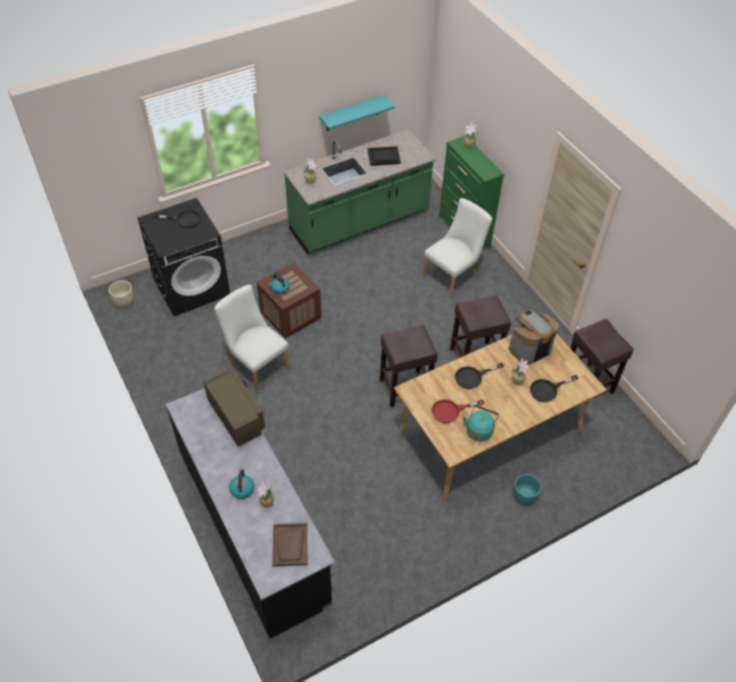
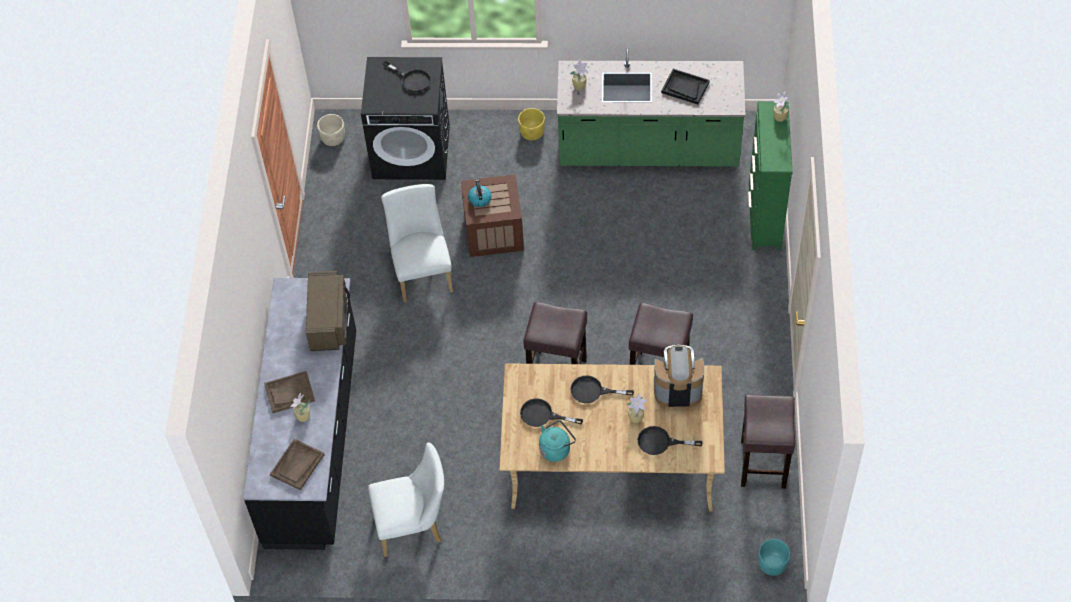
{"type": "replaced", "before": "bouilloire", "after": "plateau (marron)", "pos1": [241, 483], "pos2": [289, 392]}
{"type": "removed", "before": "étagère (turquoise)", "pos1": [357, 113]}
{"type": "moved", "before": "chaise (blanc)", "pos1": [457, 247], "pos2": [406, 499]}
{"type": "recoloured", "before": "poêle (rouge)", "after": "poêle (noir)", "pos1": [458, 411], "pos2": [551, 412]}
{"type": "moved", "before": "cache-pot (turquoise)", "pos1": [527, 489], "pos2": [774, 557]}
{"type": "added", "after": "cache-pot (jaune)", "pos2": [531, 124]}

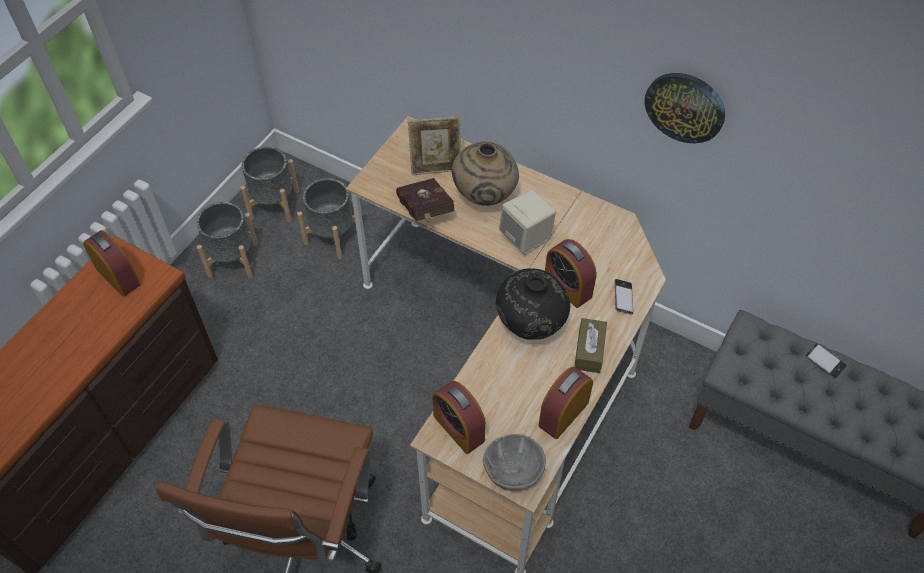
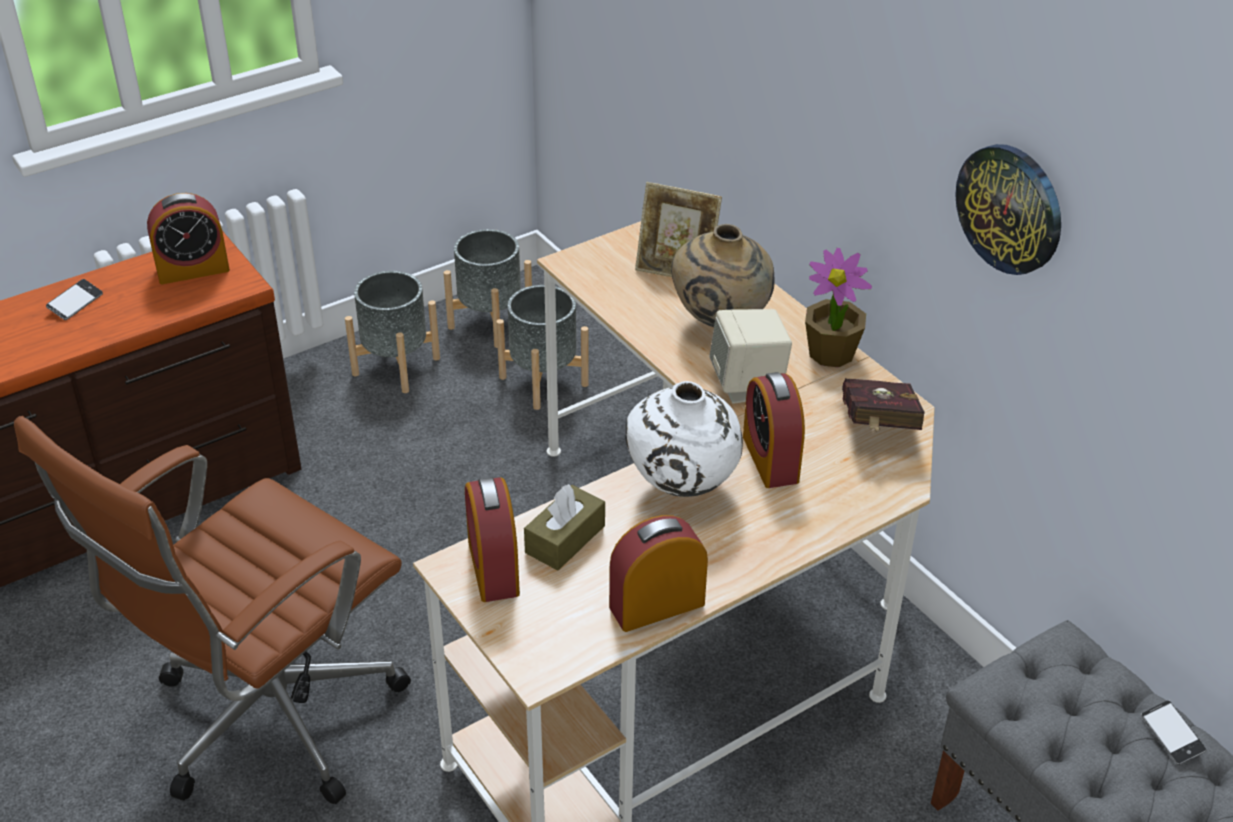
{"type": "turned", "before": "réveil", "pos1": [112, 263], "pos2": [188, 238], "turn": 90}
{"type": "moved", "before": "livre (rouge)", "pos1": [425, 200], "pos2": [883, 404]}
{"type": "removed", "before": "bol (gris)", "pos1": [514, 462]}
{"type": "recoloured", "before": "vase (noir)", "after": "vase (blanc)", "pos1": [533, 304], "pos2": [684, 439]}
{"type": "moved", "before": "boîte à mouchoirs (marron)", "pos1": [590, 345], "pos2": [564, 527]}
{"type": "moved", "before": "téléphone", "pos1": [623, 297], "pos2": [74, 299]}
{"type": "added", "after": "plante en pot", "pos2": [838, 307]}

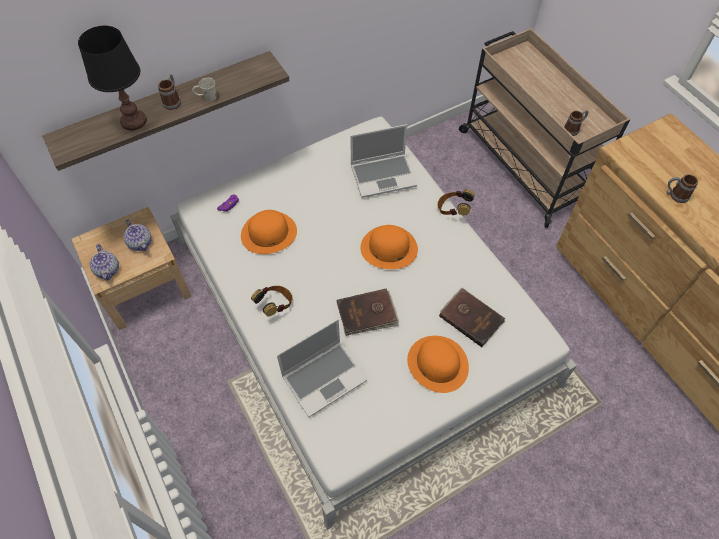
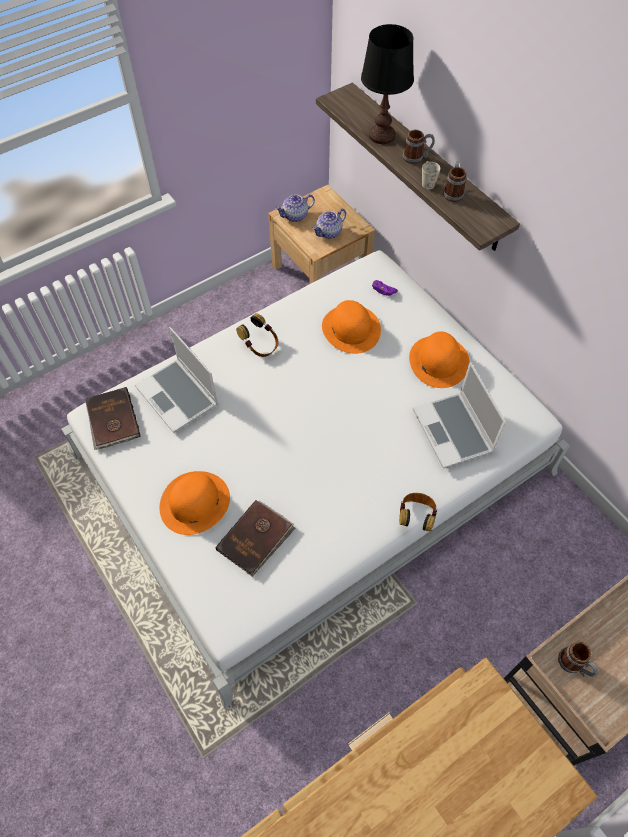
{"type": "moved", "before": "livre (marron)", "pos1": [368, 312], "pos2": [112, 418]}
{"type": "moved", "before": "chapeau (orange)", "pos1": [389, 247], "pos2": [439, 359]}
{"type": "moved", "before": "mug", "pos1": [682, 188], "pos2": [455, 181]}

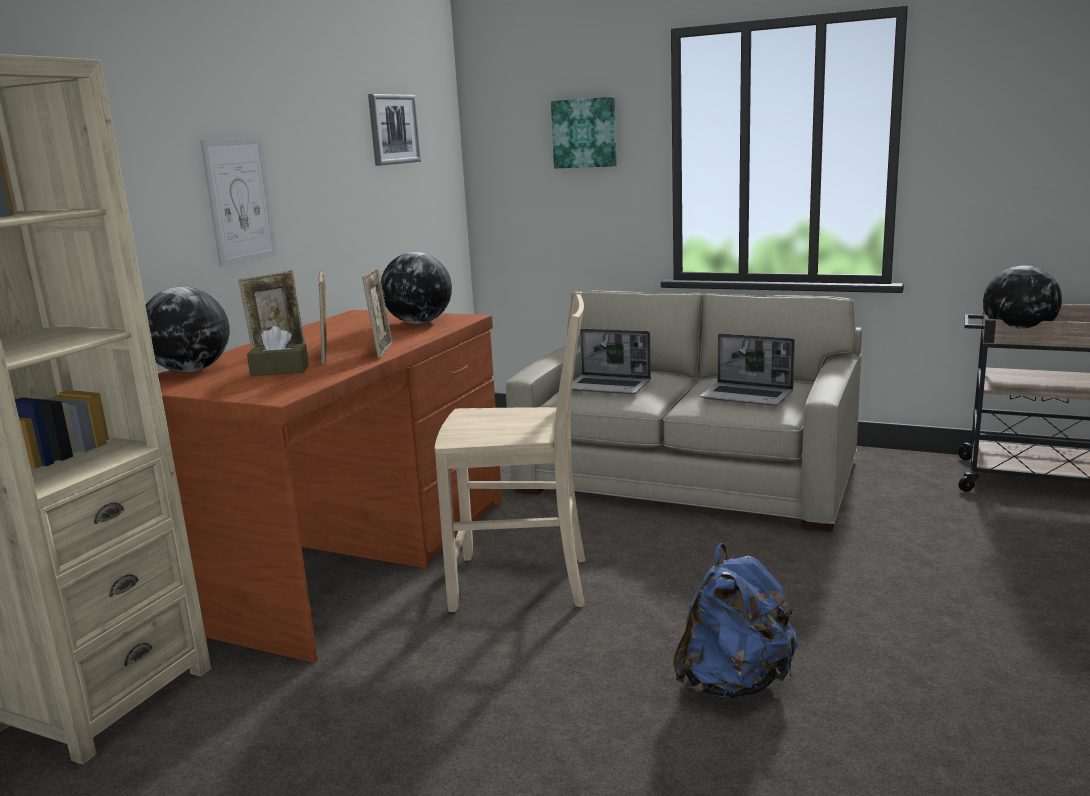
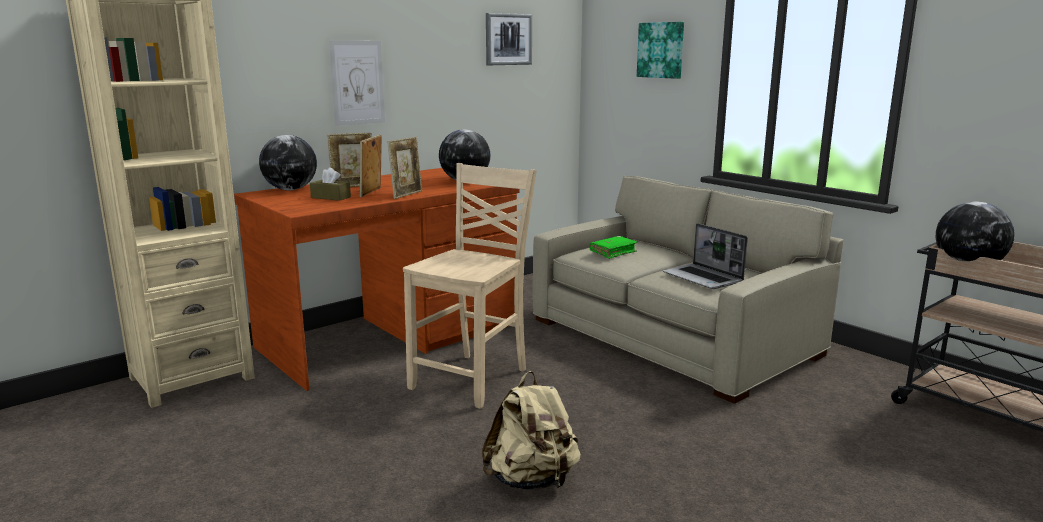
{"type": "turned", "before": "chaise (beige)", "pos1": [510, 452], "pos2": [470, 286], "turn": -90}
{"type": "replaced", "before": "ordinateur portable", "after": "livre (vert)", "pos1": [611, 361], "pos2": [613, 247]}
{"type": "recoloured", "before": "sac à dos (bleu)", "after": "sac à dos (beige)", "pos1": [735, 620], "pos2": [531, 430]}

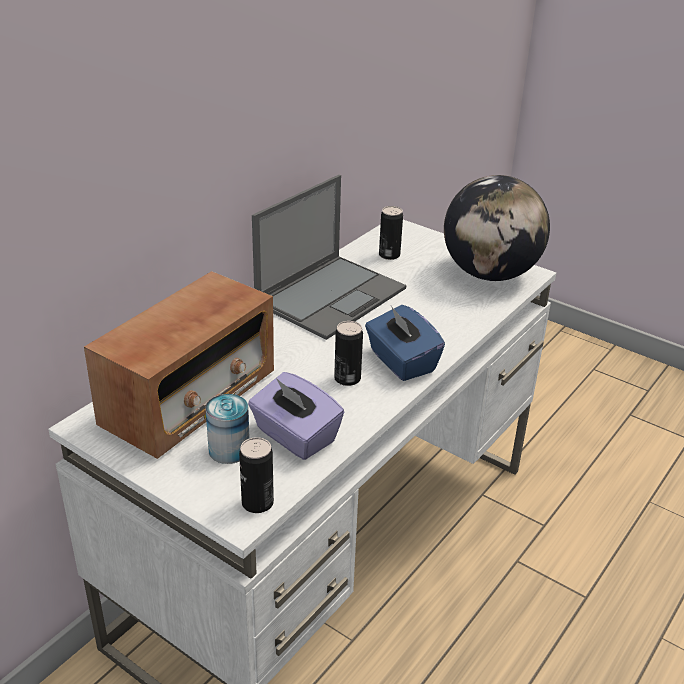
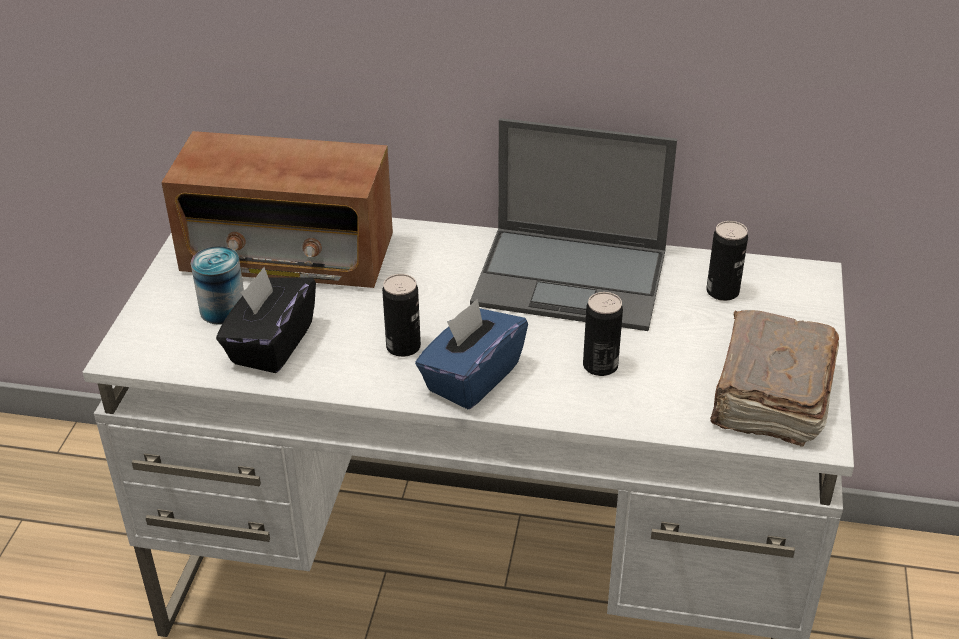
{"type": "moved", "before": "boîte métallique", "pos1": [256, 475], "pos2": [603, 334]}
{"type": "recoloured", "before": "boîte à mouchoirs (violet)", "after": "boîte à mouchoirs (noir)", "pos1": [296, 416], "pos2": [266, 320]}
{"type": "replaced", "before": "globe", "after": "livre (marron)", "pos1": [497, 228], "pos2": [774, 378]}

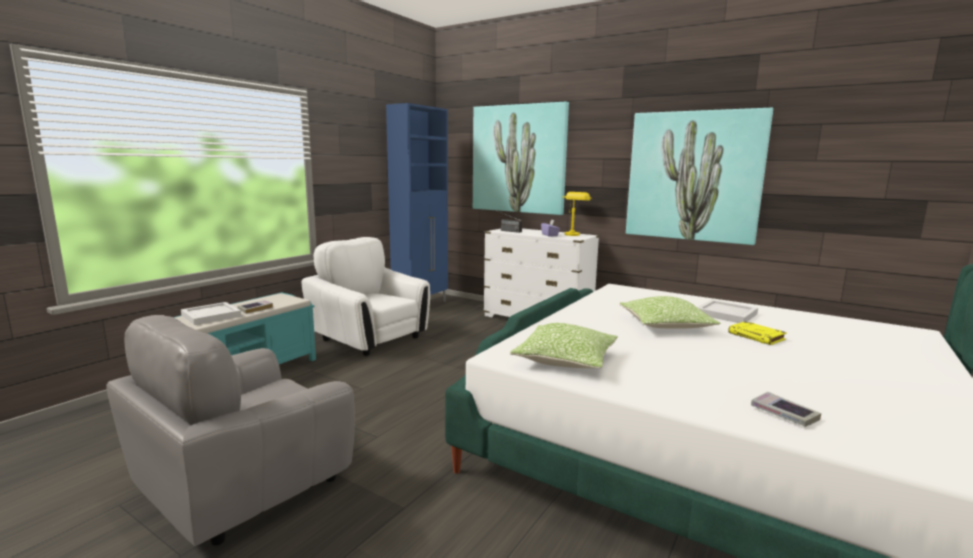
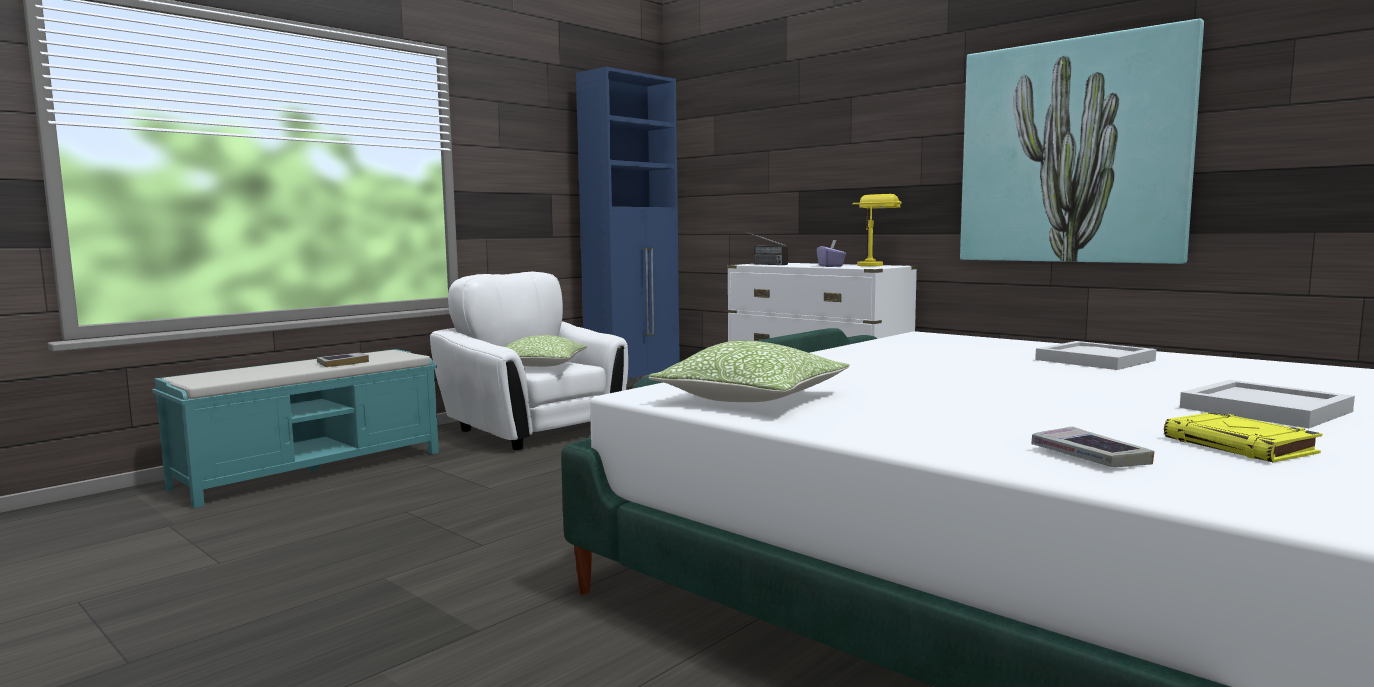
{"type": "removed", "before": "fauteuil (gris)", "pos1": [230, 430]}
{"type": "moved", "before": "plateau (blanc)", "pos1": [211, 313], "pos2": [1267, 404]}
{"type": "removed", "before": "tableau", "pos1": [521, 158]}
{"type": "moved", "before": "coussin", "pos1": [670, 312], "pos2": [546, 351]}
{"type": "moved", "before": "livre (jaune)", "pos1": [757, 333], "pos2": [1243, 437]}

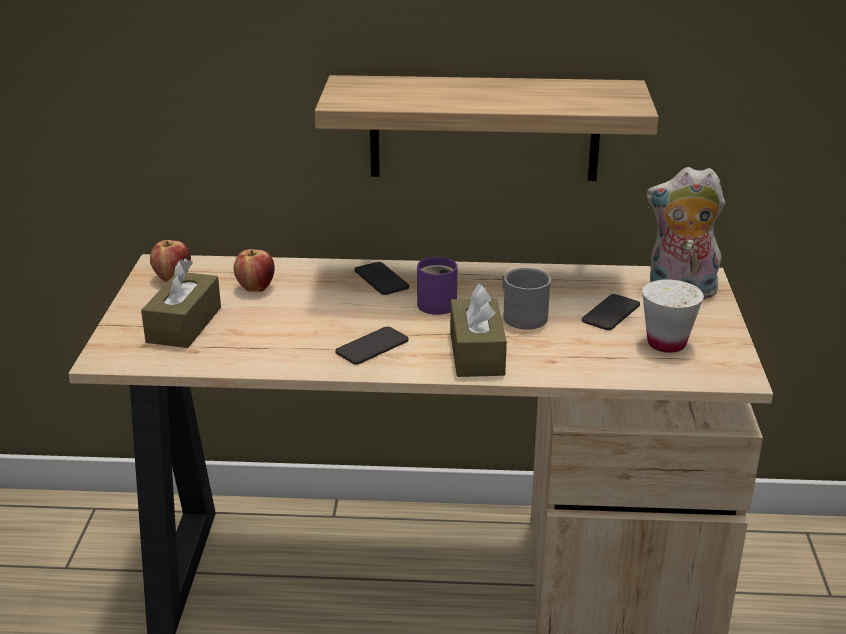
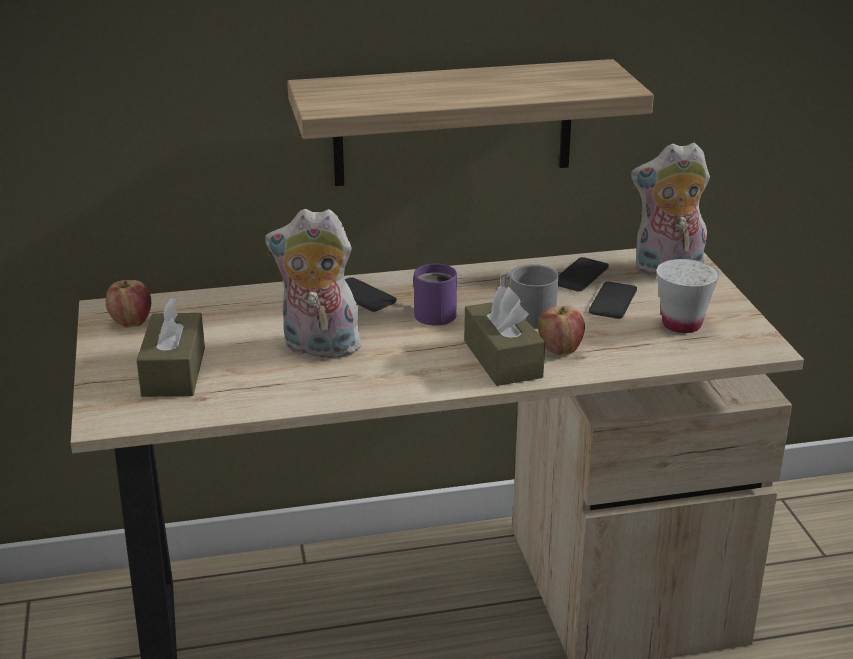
{"type": "moved", "before": "pomme", "pos1": [254, 270], "pos2": [561, 330]}
{"type": "moved", "before": "téléphone", "pos1": [371, 346], "pos2": [583, 274]}
{"type": "added", "after": "peluche", "pos2": [314, 283]}

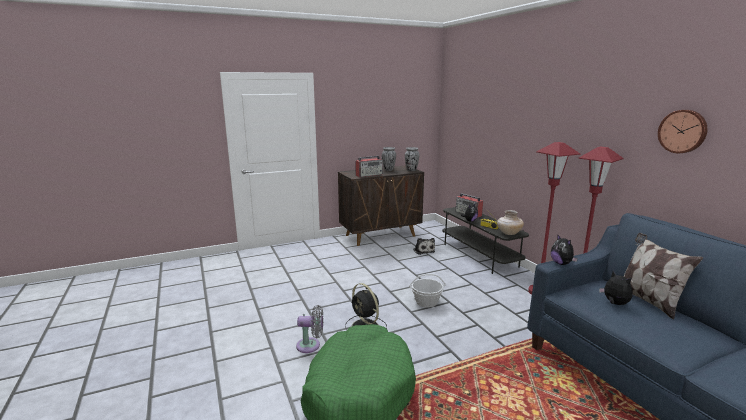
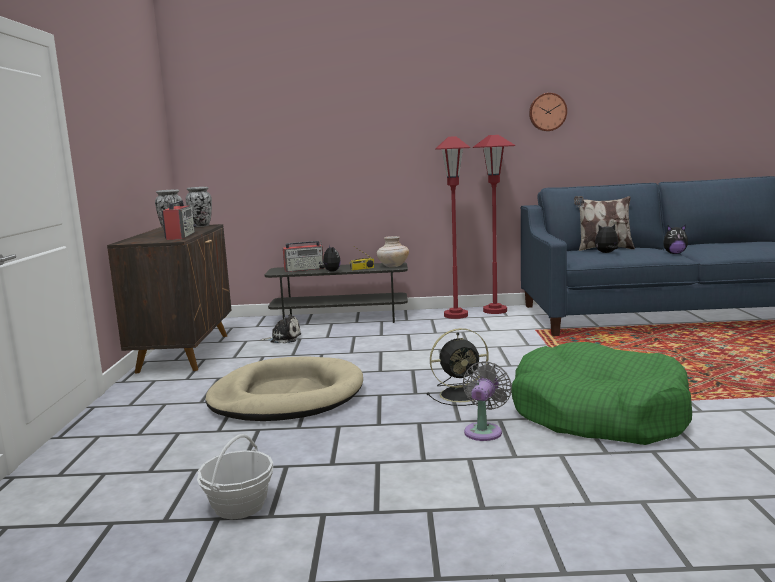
{"type": "moved", "before": "panier", "pos1": [427, 291], "pos2": [235, 477]}
{"type": "moved", "before": "peluche", "pos1": [564, 249], "pos2": [675, 239]}
{"type": "added", "after": "panier pour chien (beige)", "pos2": [284, 388]}

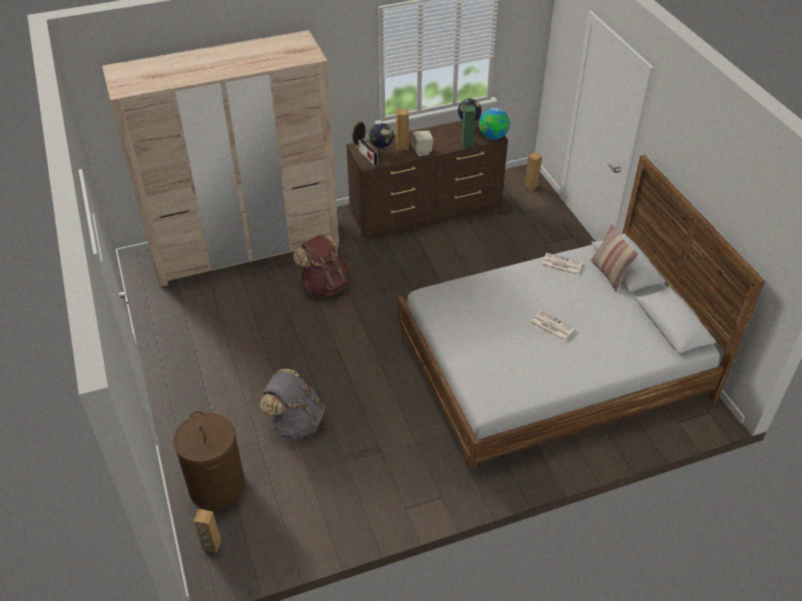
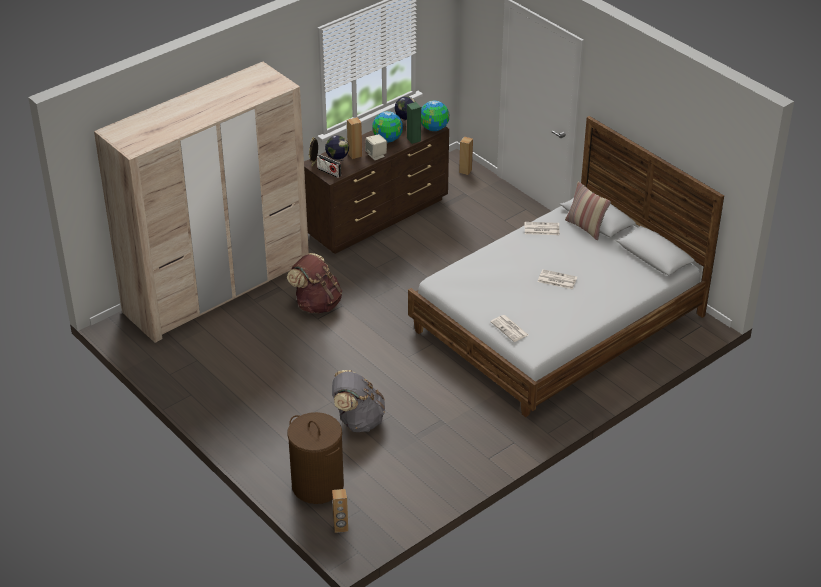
{"type": "added", "after": "globe", "pos2": [387, 126]}
{"type": "added", "after": "journal", "pos2": [509, 328]}

